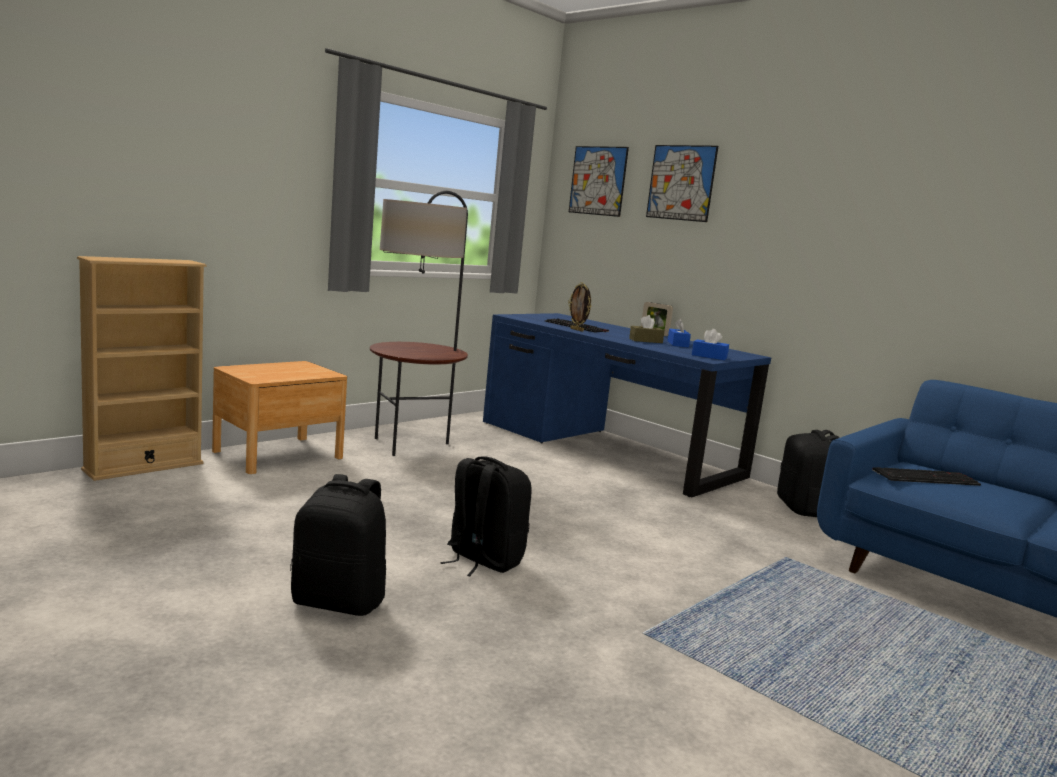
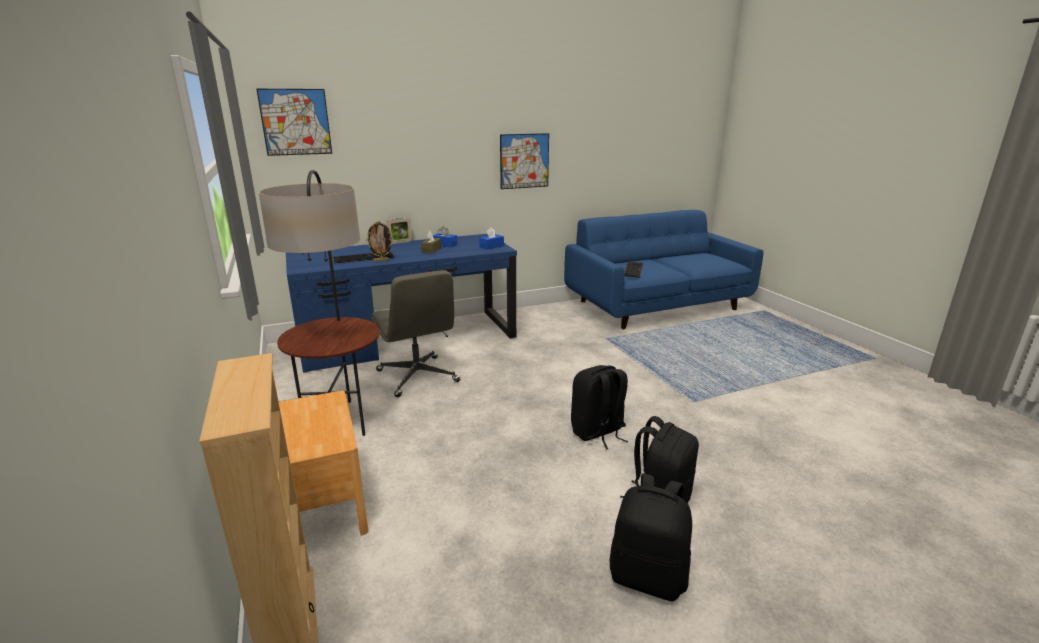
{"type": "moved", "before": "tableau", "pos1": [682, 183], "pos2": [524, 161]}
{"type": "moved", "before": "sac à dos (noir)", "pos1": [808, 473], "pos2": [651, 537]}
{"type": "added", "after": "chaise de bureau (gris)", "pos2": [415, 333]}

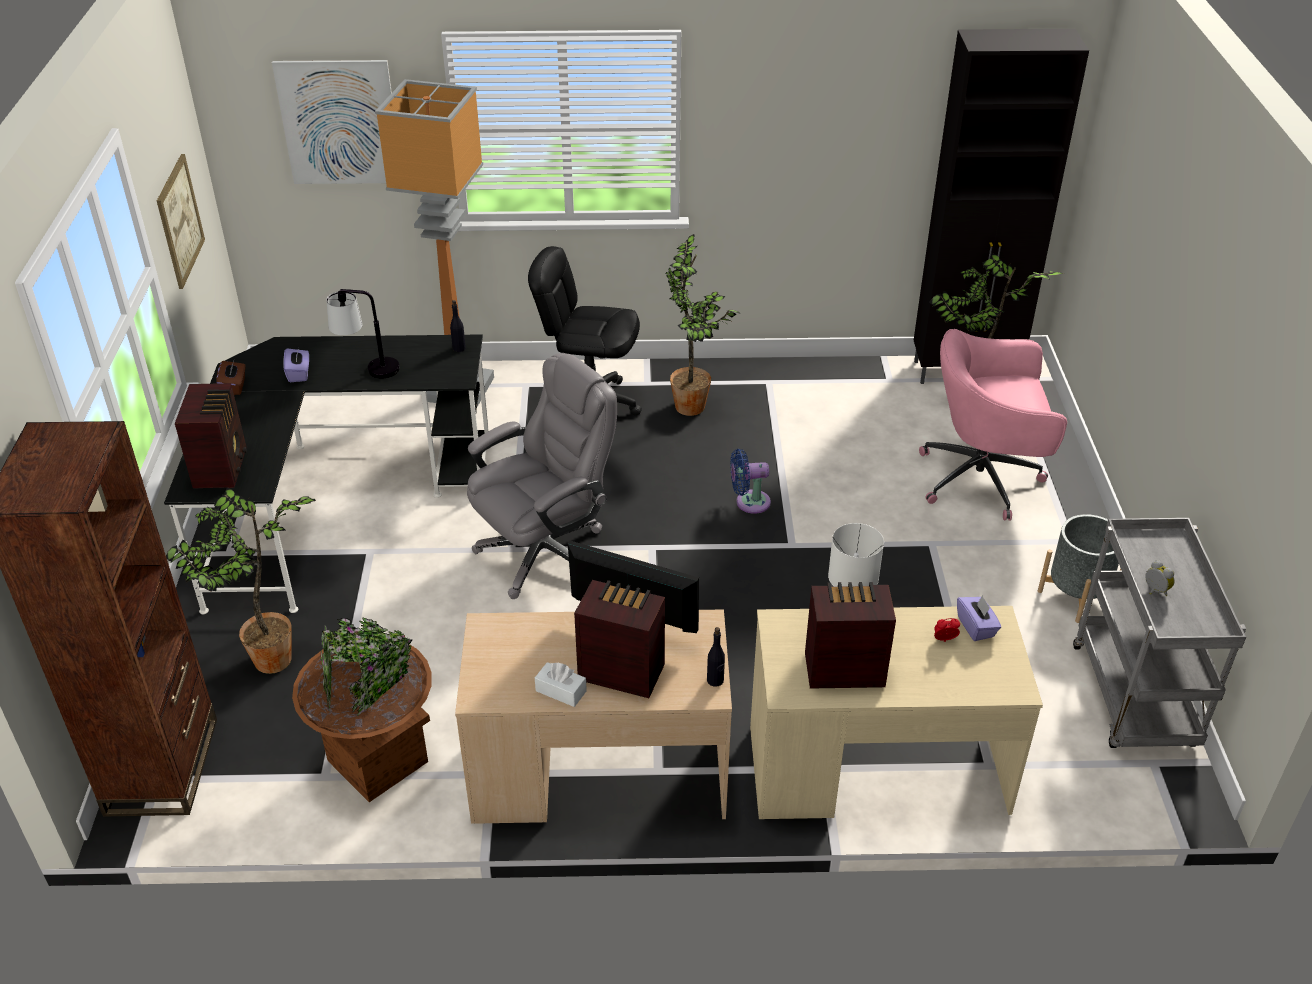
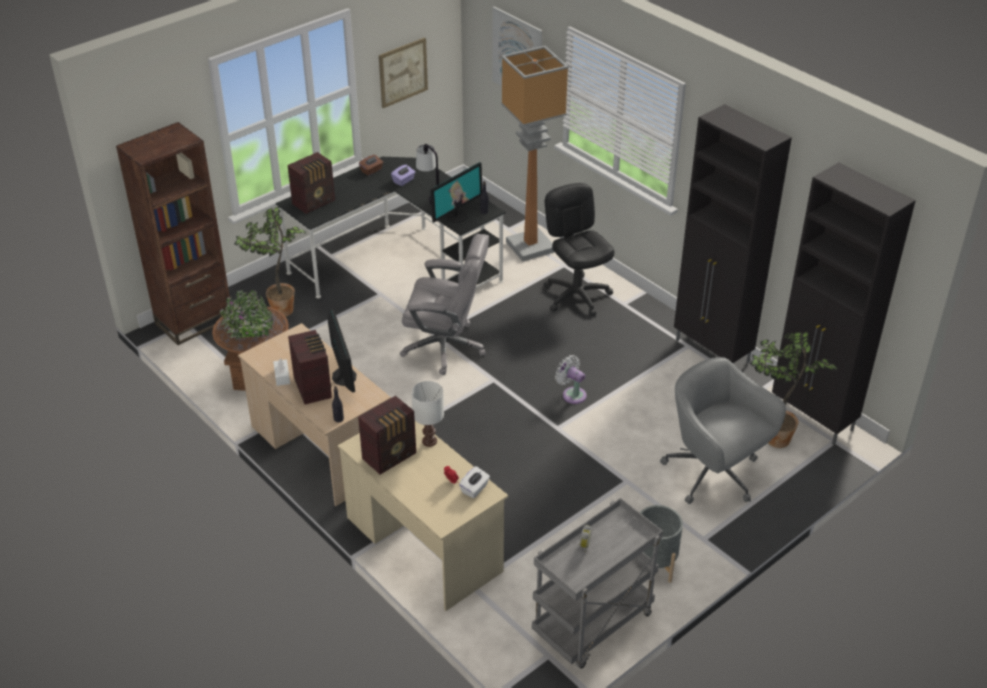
{"type": "removed", "before": "plante en pot", "pos1": [703, 325]}
{"type": "recoloured", "before": "ventilateur (bleu)", "after": "ventilateur (blanc)", "pos1": [750, 481], "pos2": [571, 379]}
{"type": "turned", "before": "radio", "pos1": [850, 635], "pos2": [387, 435], "turn": 90}
{"type": "recoloured", "before": "chaise de bureau (rose)", "after": "chaise de bureau (gris)", "pos1": [993, 425], "pos2": [723, 430]}
{"type": "recoloured", "before": "boîte à mouchoirs (violet)", "after": "boîte à mouchoirs (blanc)", "pos1": [979, 618], "pos2": [474, 482]}
{"type": "added", "after": "écran d'ordinateur", "pos2": [456, 192]}
{"type": "added", "after": "meuble de rangement (noir)", "pos2": [733, 233]}

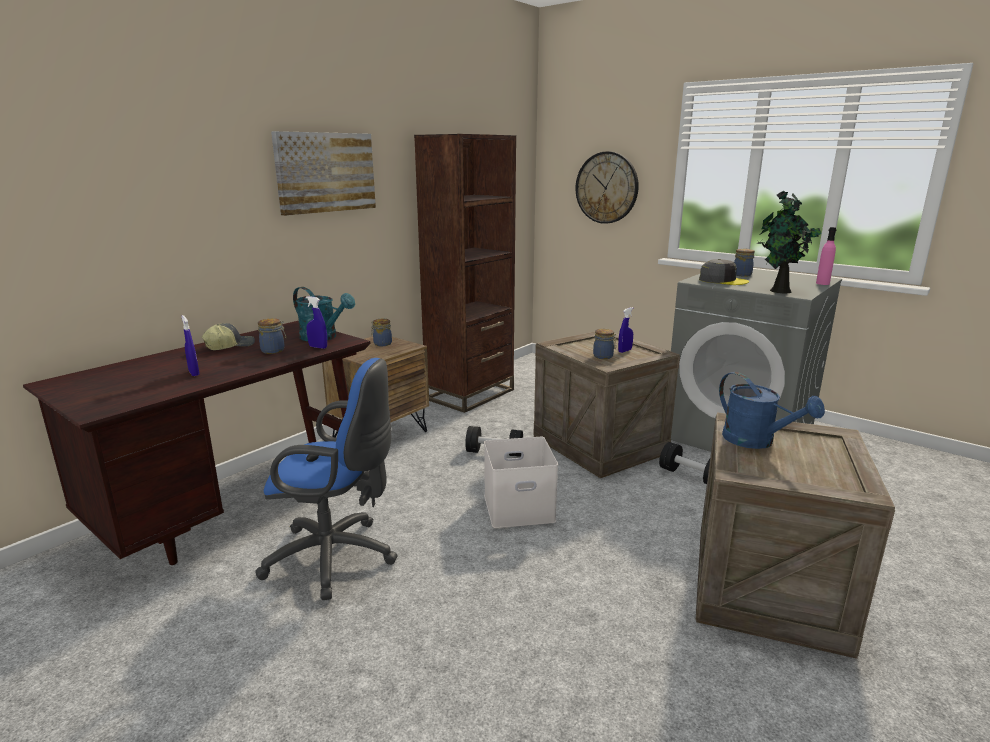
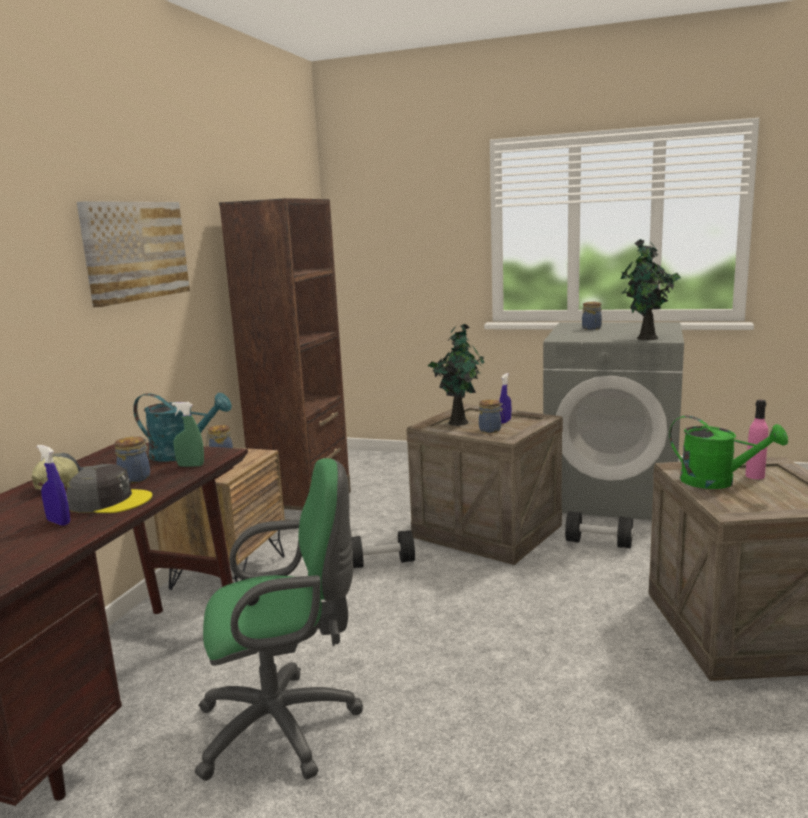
{"type": "recoloured", "before": "chaise de bureau (bleu)", "after": "chaise de bureau (vert)", "pos1": [326, 479], "pos2": [279, 619]}
{"type": "recoloured", "before": "vaporisateur (bleu)", "after": "vaporisateur (vert)", "pos1": [316, 322], "pos2": [188, 434]}
{"type": "removed", "before": "boîte de rangement (blanc)", "pos1": [521, 482]}
{"type": "removed", "before": "horloge murale", "pos1": [607, 187]}
{"type": "moved", "before": "casquette (gris)", "pos1": [724, 272], "pos2": [109, 488]}
{"type": "recoloured", "before": "arrosoir (bleu)", "after": "arrosoir (vert)", "pos1": [772, 410], "pos2": [728, 452]}
{"type": "moved", "before": "bouteille (rose)", "pos1": [826, 256], "pos2": [757, 439]}
{"type": "added", "after": "plante en pot", "pos2": [456, 375]}

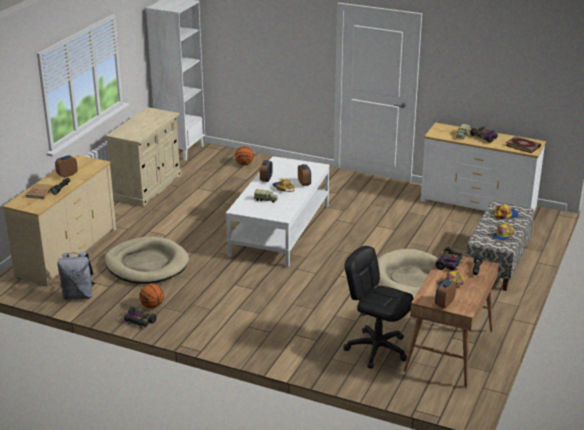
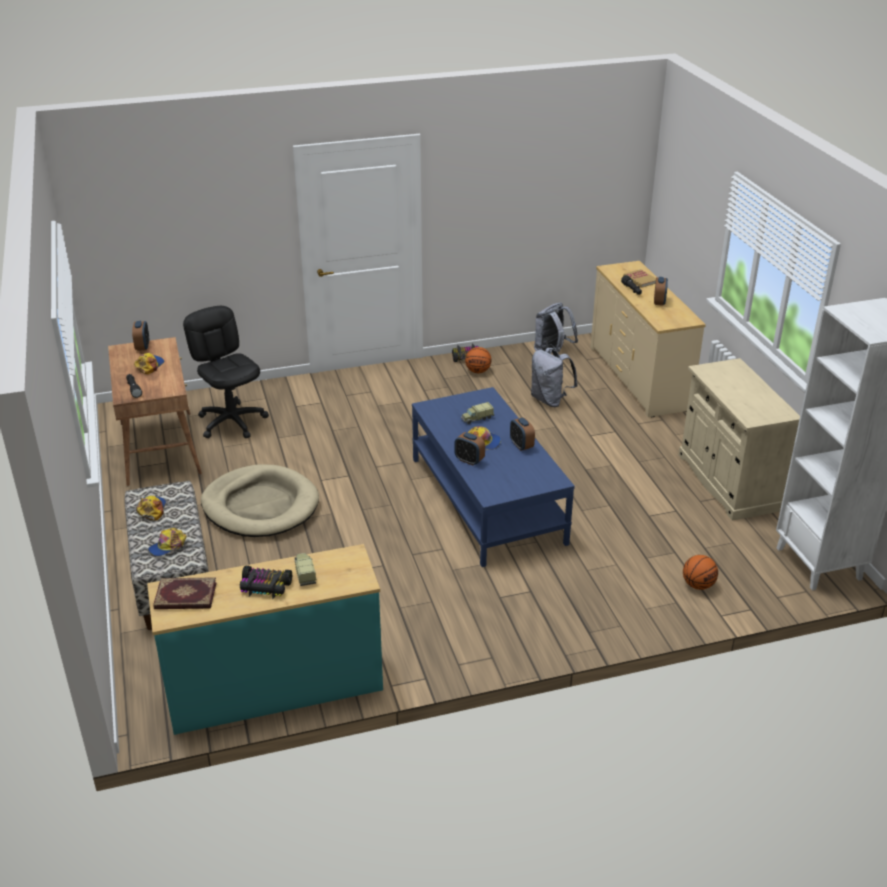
{"type": "replaced", "before": "panier pour chien (beige)", "after": "sac à dos (gris)", "pos1": [147, 260], "pos2": [554, 377]}
{"type": "recoloured", "before": "table basse (blanc)", "after": "table basse (bleu)", "pos1": [278, 211], "pos2": [493, 477]}
{"type": "turned", "before": "chaise de bureau (noir)", "pos1": [378, 307], "pos2": [226, 372], "turn": -120}
{"type": "recoloured", "before": "commode (blanc)", "after": "commode (turquoise)", "pos1": [483, 167], "pos2": [265, 639]}
{"type": "removed", "before": "petite voiture", "pos1": [449, 259]}

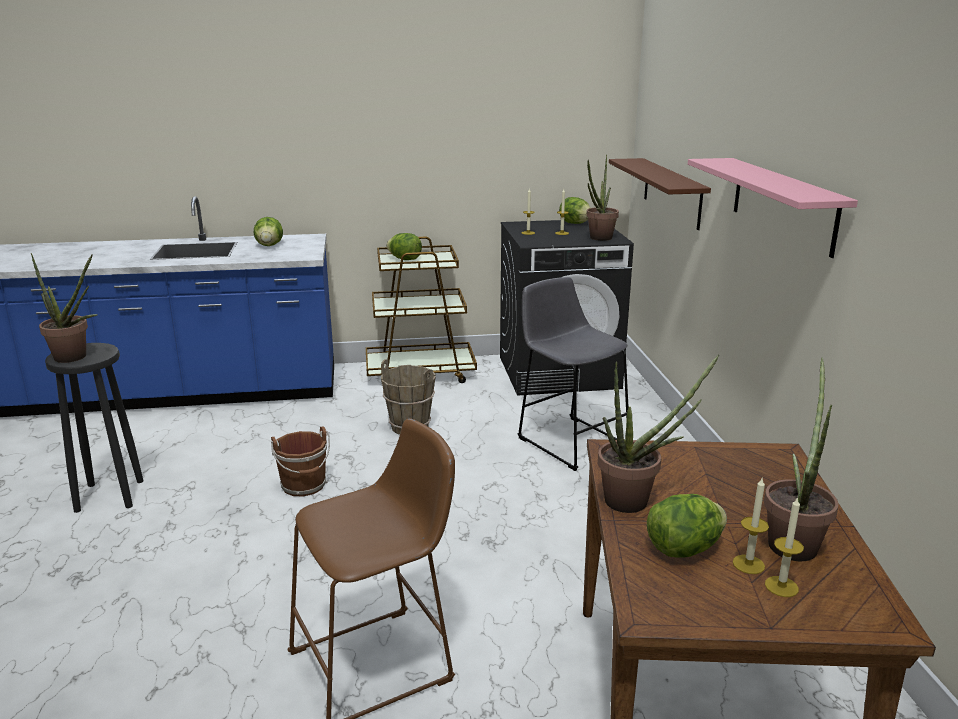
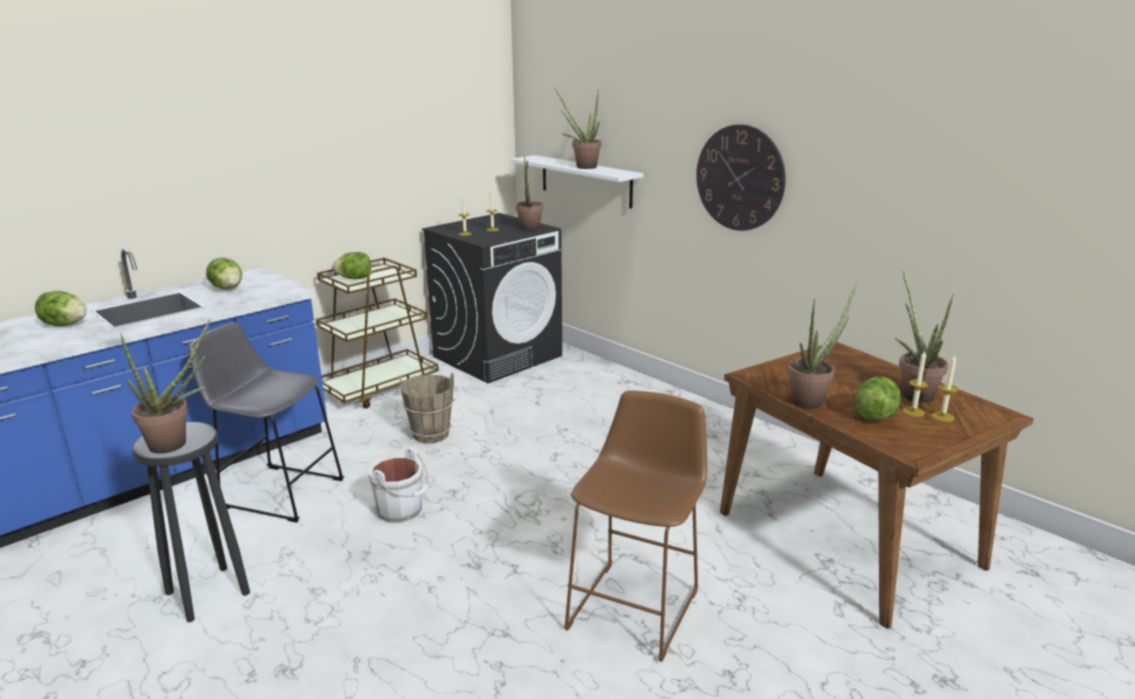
{"type": "recoloured", "before": "seau (marron)", "after": "seau (blanc)", "pos1": [300, 461], "pos2": [398, 485]}
{"type": "moved", "before": "tabouret (gris)", "pos1": [573, 374], "pos2": [266, 422]}
{"type": "moved", "before": "laitue", "pos1": [575, 210], "pos2": [61, 308]}
{"type": "recoloured", "before": "étagère (marron)", "after": "étagère (blanc)", "pos1": [660, 194], "pos2": [577, 182]}
{"type": "replaced", "before": "étagère (rose)", "after": "horloge murale", "pos1": [773, 208], "pos2": [741, 177]}
{"type": "added", "after": "plante en pot", "pos2": [577, 128]}

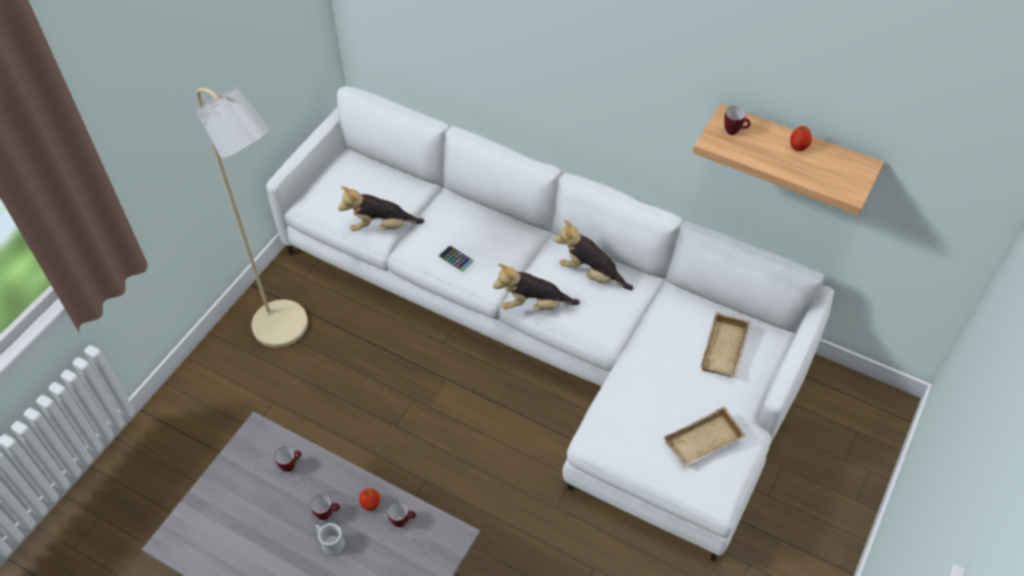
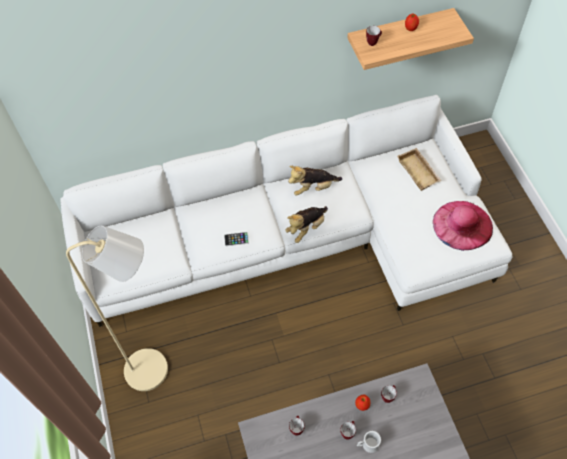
{"type": "removed", "before": "peluche", "pos1": [381, 209]}
{"type": "replaced", "before": "plateau (beige)", "after": "chapeau (rose)", "pos1": [704, 437], "pos2": [463, 226]}

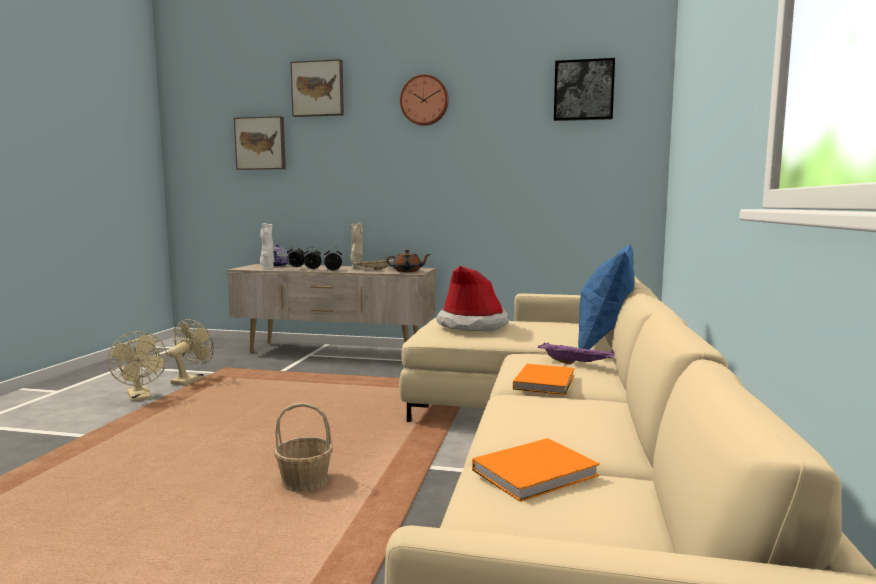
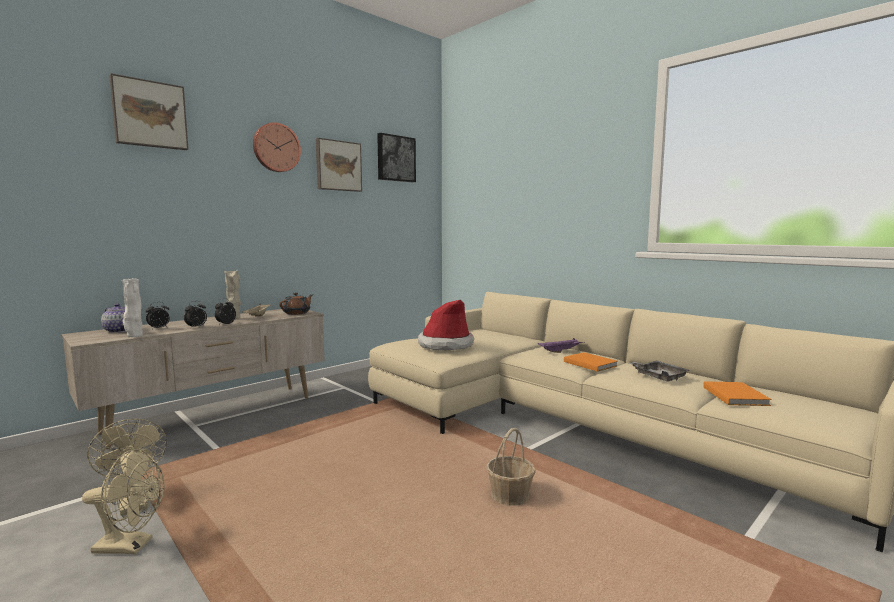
{"type": "moved", "before": "tableau", "pos1": [260, 143], "pos2": [339, 165]}
{"type": "removed", "before": "coussin (bleu)", "pos1": [606, 297]}
{"type": "added", "after": "plateau (gris)", "pos2": [659, 371]}

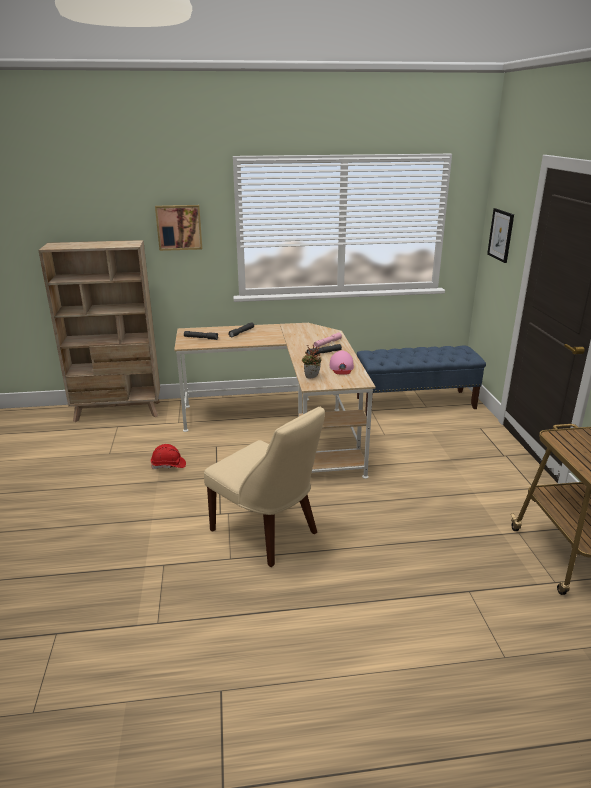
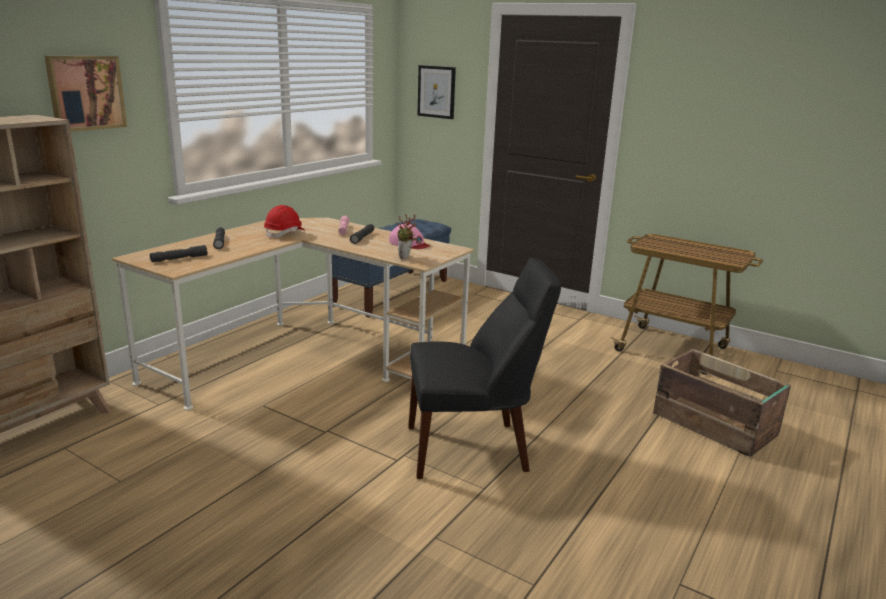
{"type": "moved", "before": "casque de chantier (rouge)", "pos1": [168, 456], "pos2": [285, 222]}
{"type": "recoloured", "before": "chaise (beige)", "after": "chaise (noir)", "pos1": [264, 487], "pos2": [484, 368]}
{"type": "added", "after": "caisse", "pos2": [722, 403]}

